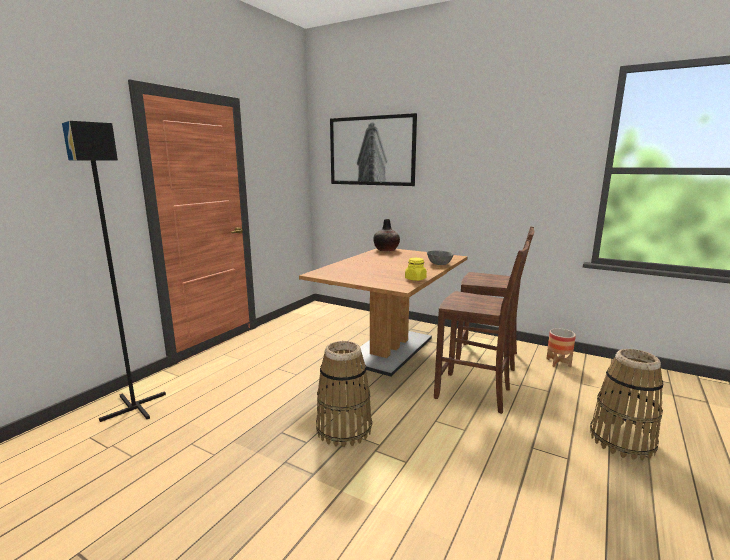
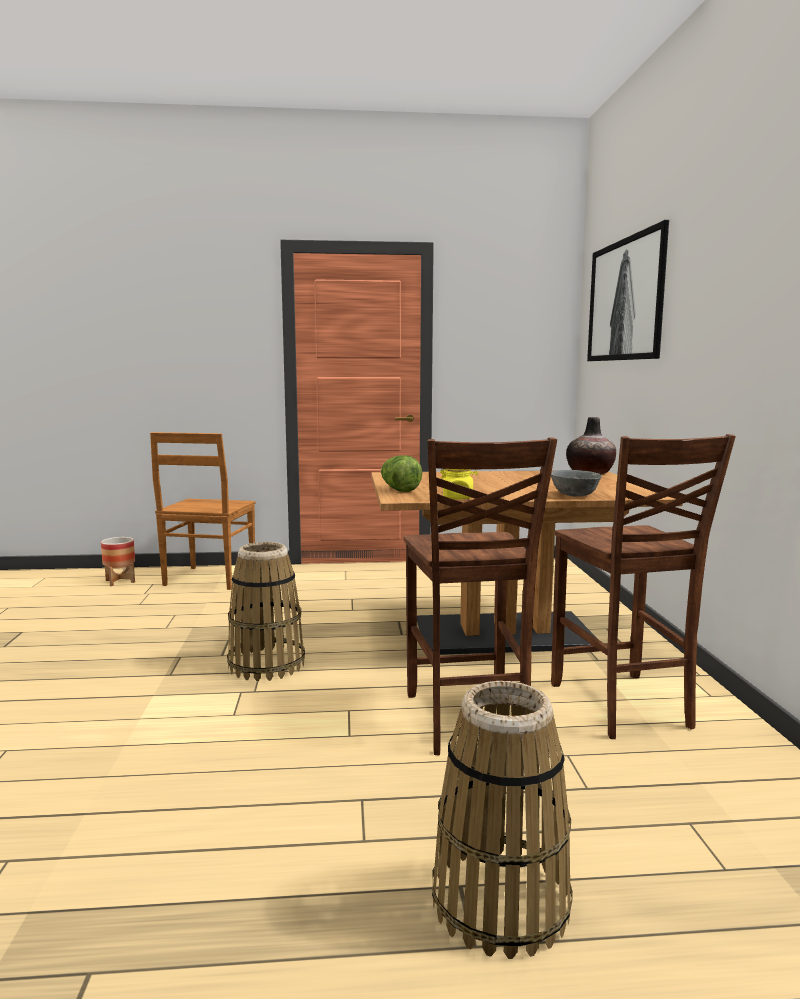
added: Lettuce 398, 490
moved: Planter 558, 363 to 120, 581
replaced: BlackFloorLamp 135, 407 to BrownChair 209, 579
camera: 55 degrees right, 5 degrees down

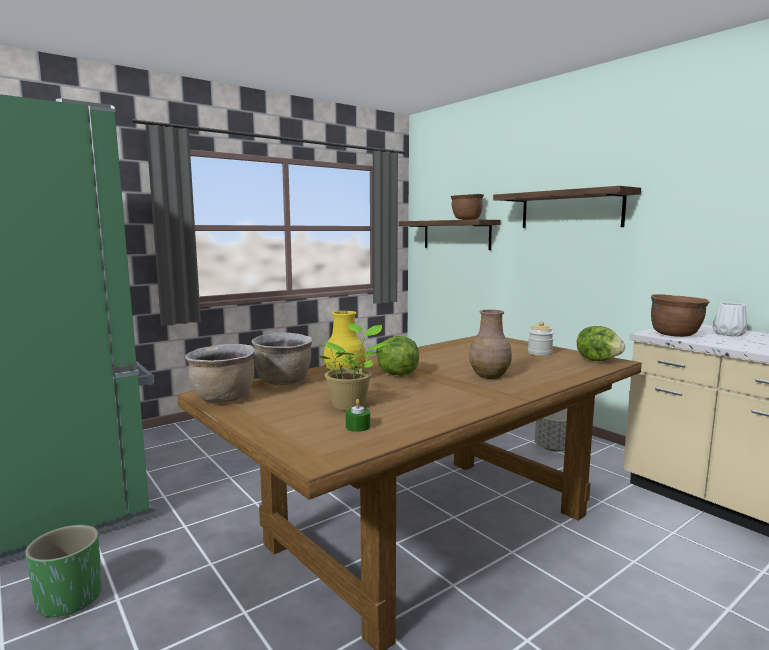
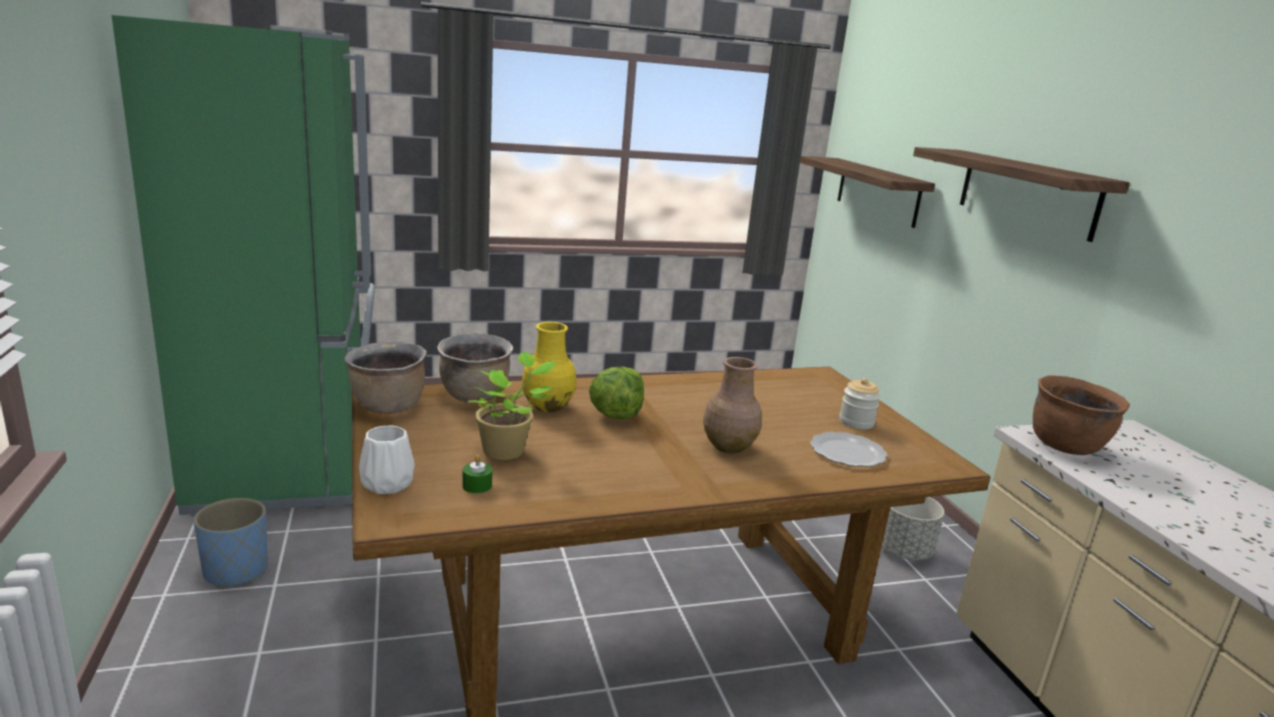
removed: BrownCookingPot 466, 219; Lettuce 598, 360
added: Plate 848, 453
moved: WhiteVase 728, 334 to 385, 484
recoloured: GreenPlanter 70, 599 to BluePlanter 236, 571
camera: 20 degrees right, 10 degrees up

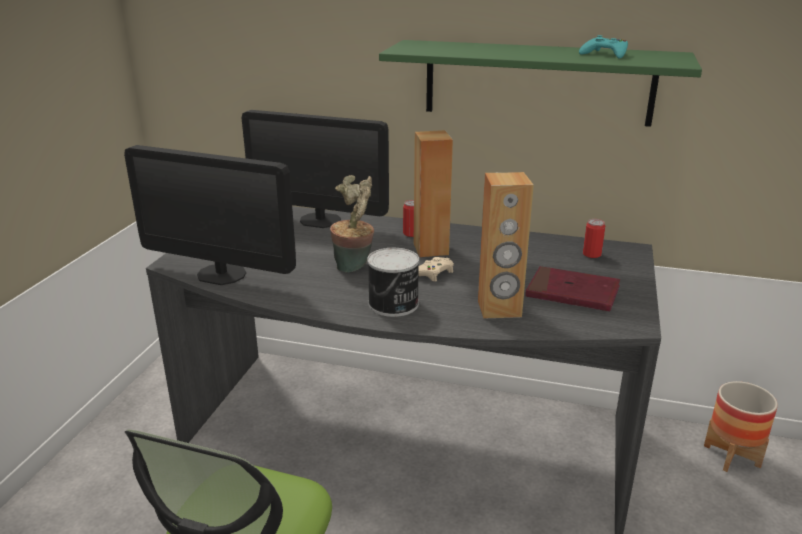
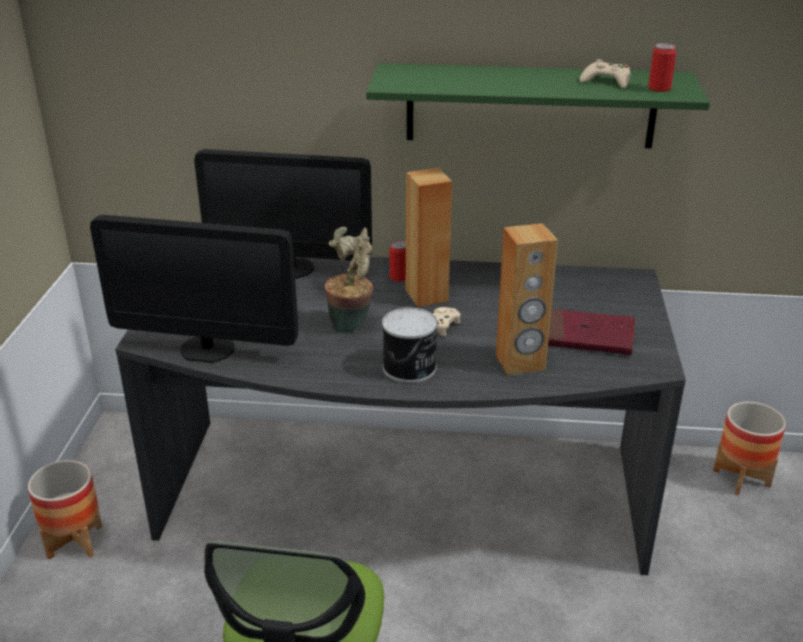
added: Planter 75, 541
moved: Can 591, 254 to 659, 88
recoloured: TurquoiseGameController 605, 54 to BeigeGameController 606, 81
camera: 10 degrees left, 5 degrees up

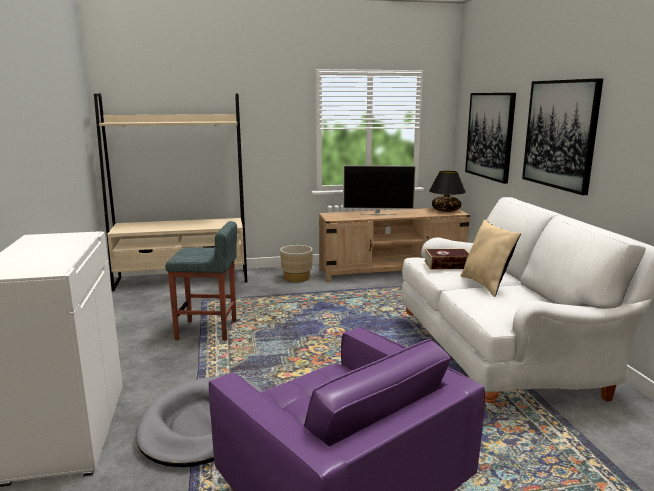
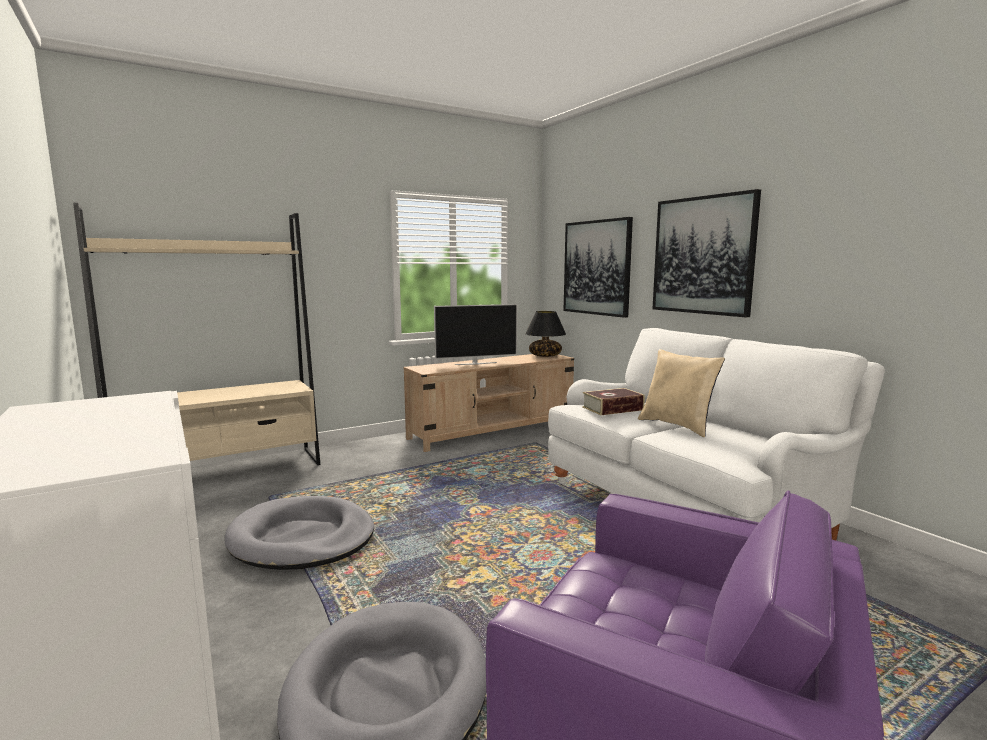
removed: BeigePlanter 296, 278
replaced: GreyStool 207, 331 to GreyDogBed 302, 538
camera: 20 degrees left, 5 degrees down

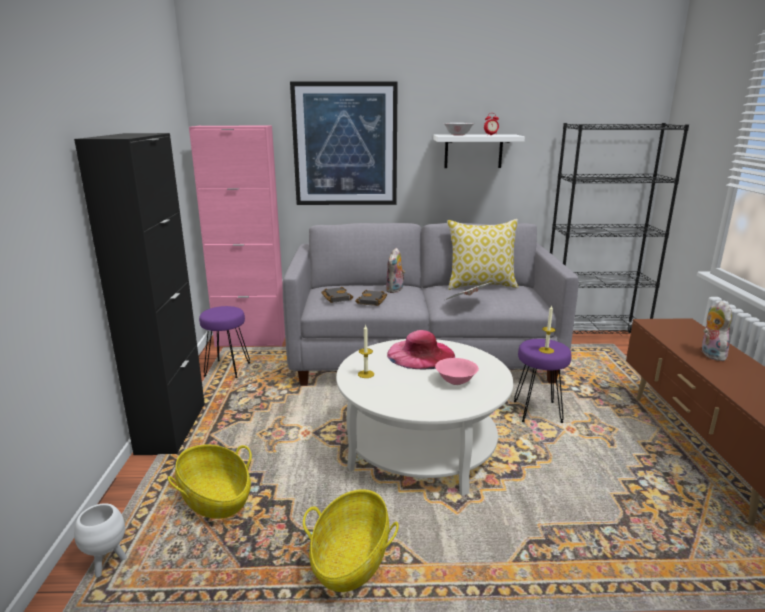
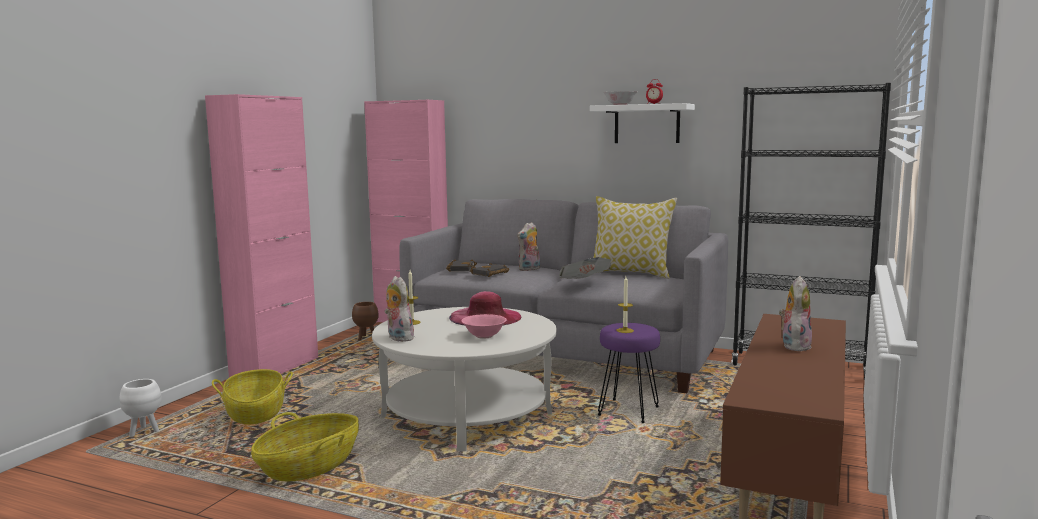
removed: Picture 345, 145
added: PlushToy 398, 338
replaced: PurpleStool 228, 369 to BrownPlanter 366, 338
recoloured: BlackCabinet 172, 428 to PinkCabinet 275, 368
camera: 25 degrees right, 10 degrees down

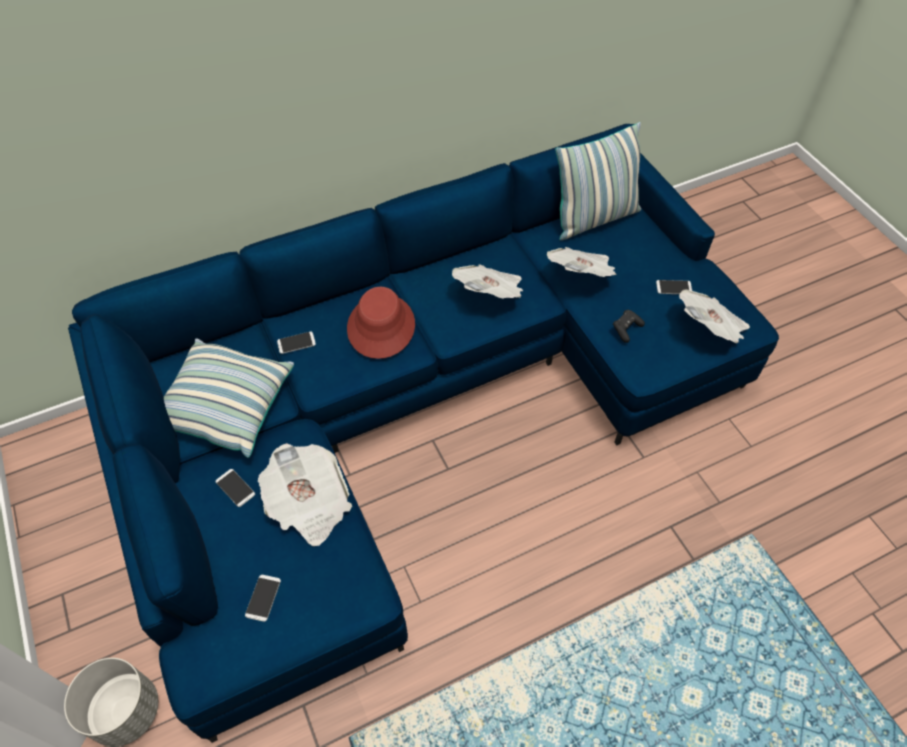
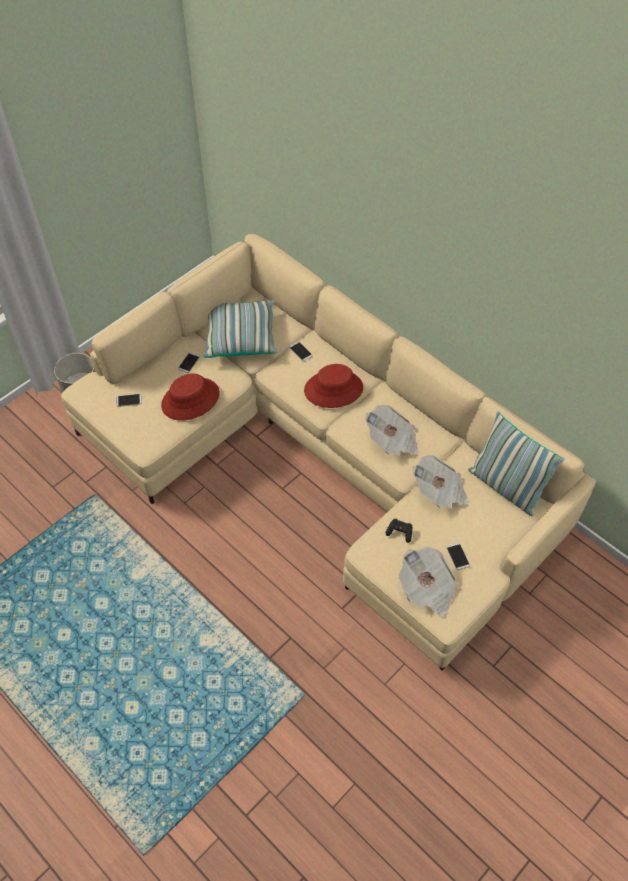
replaced: Newspaper 309, 504 to RedHat 190, 400
recoloured: BlueSofa 417, 408 to BeigeSofa 322, 455
camera: 70 degrees right, 0 degrees up

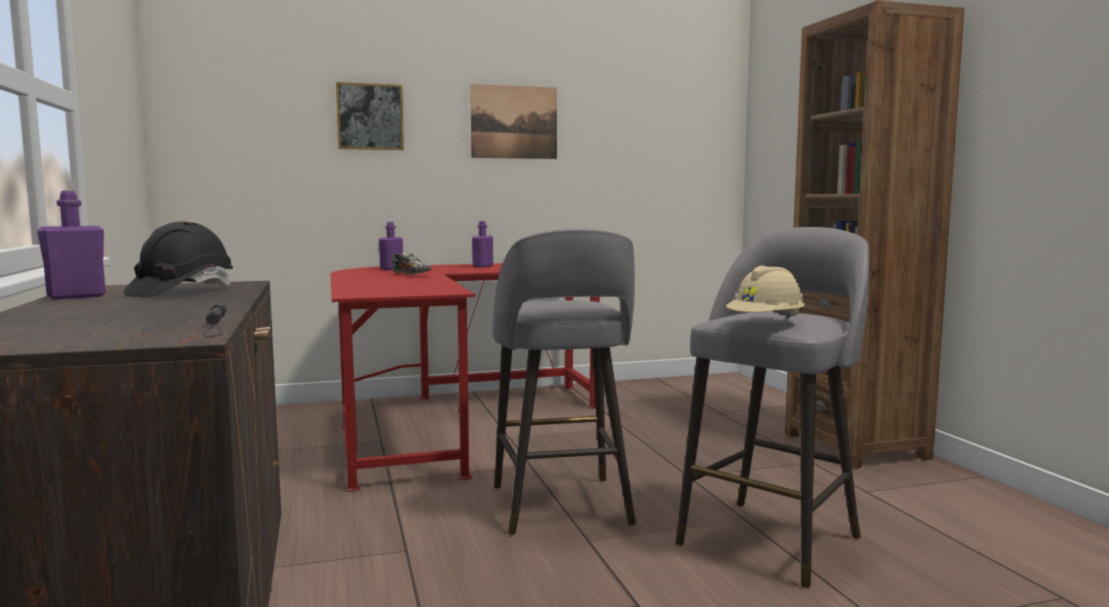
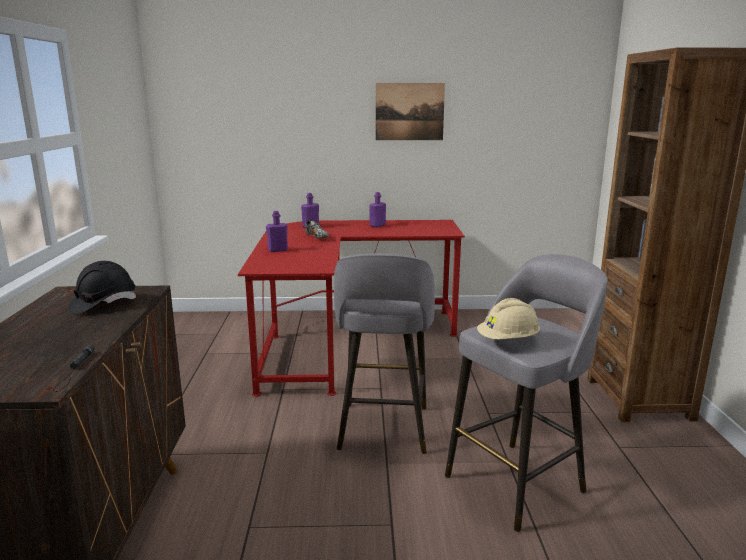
removed: Picture 370, 117
moved: PurpleBottle 76, 296 to 277, 250
camera: 15 degrees right, 10 degrees up

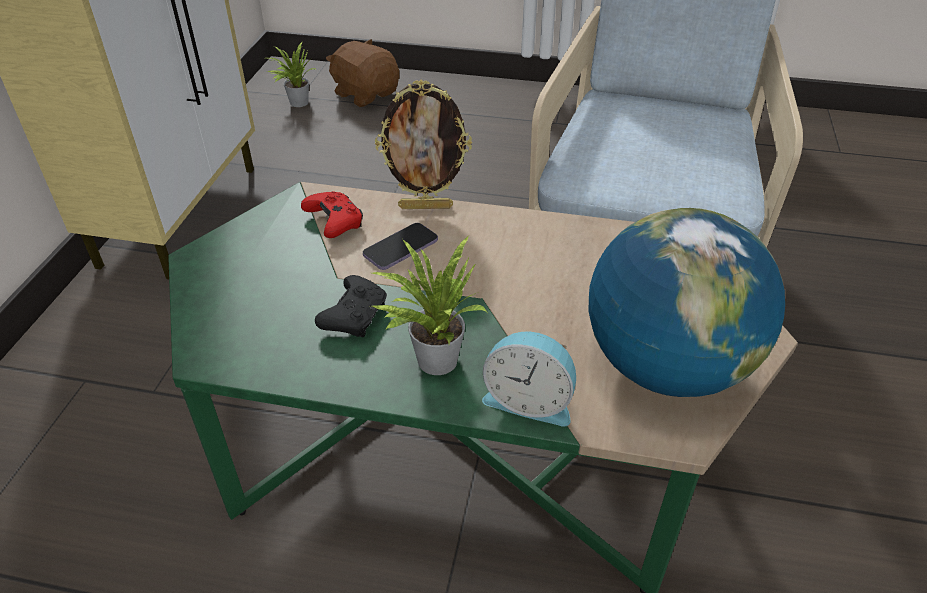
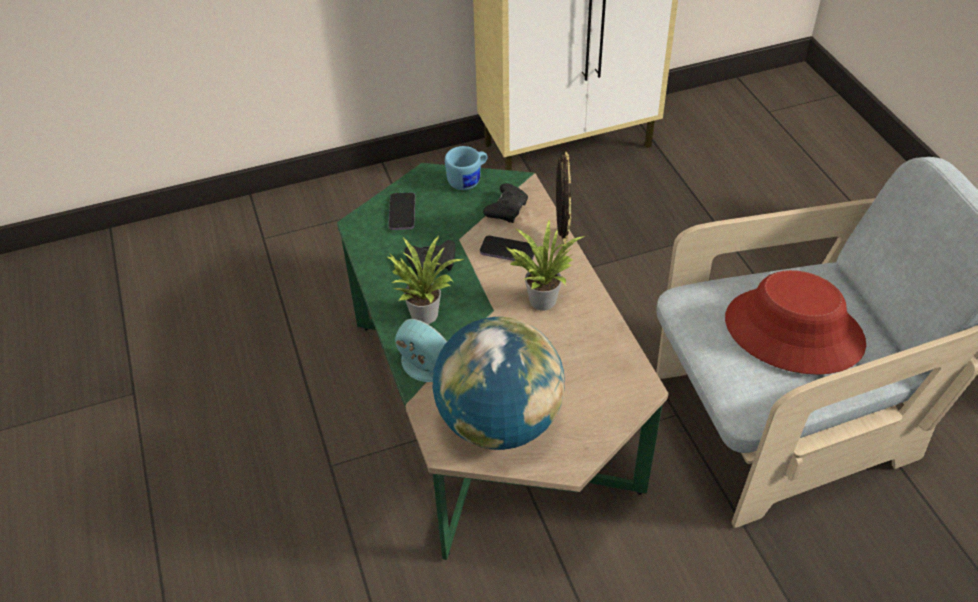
removed: BrownPlushToy 366, 94
added: Phone 402, 213; BlueMug 468, 180; RedHat 793, 332
moved: PottedPlant 296, 102 to 540, 298
recoloured: RedGameController 335, 222 to BlackGameController 507, 210
turned: PictureFrame 426, 206 = 561, 241 150 degrees counterclockwise; AlarmClock 529, 400 = 422, 368 135 degrees clockwise
camera: 60 degrees right, 5 degrees up

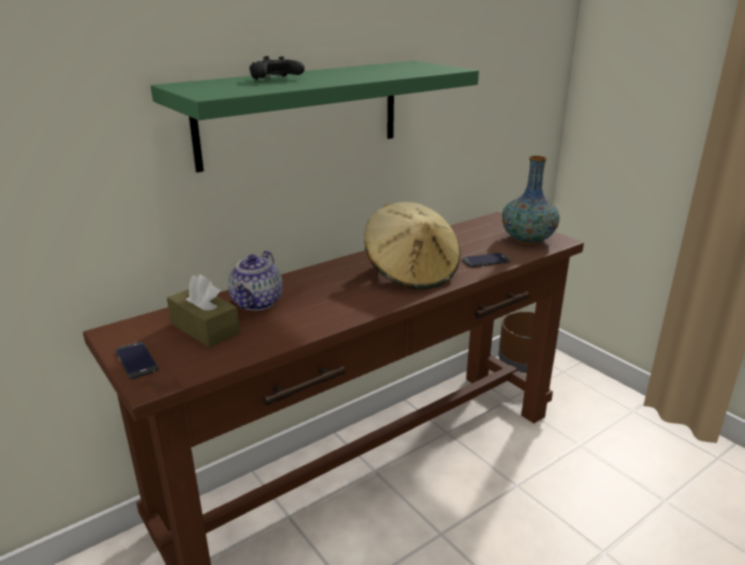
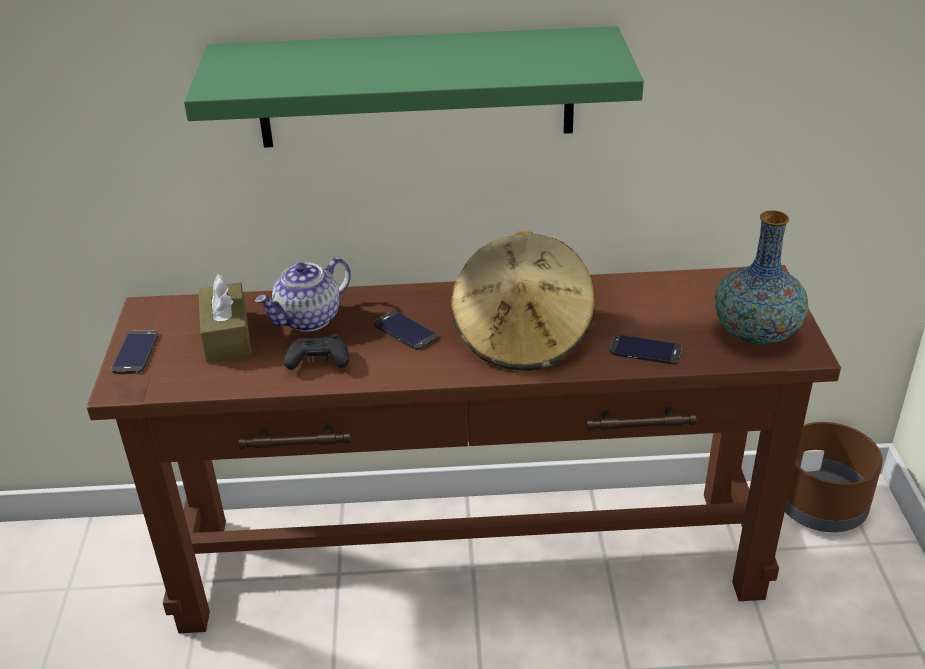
added: Phone 405, 331
moved: BlackGameController 275, 79 to 319, 362
camera: 35 degrees right, 10 degrees up

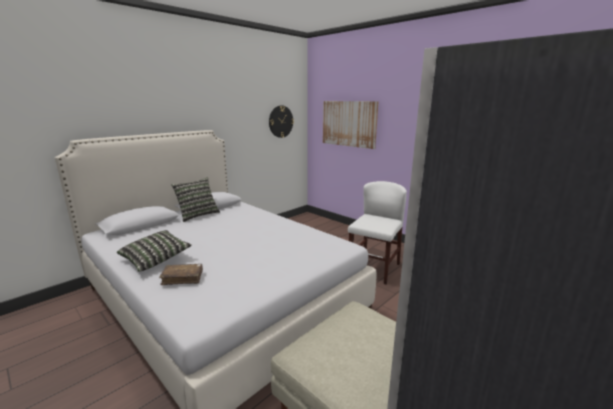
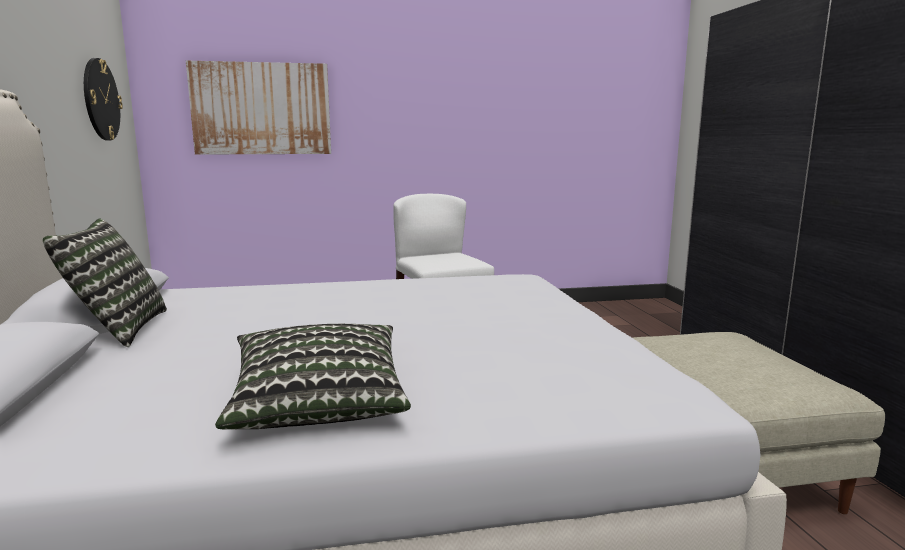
removed: BrownBook 182, 278
camera: 55 degrees left, 5 degrees down

